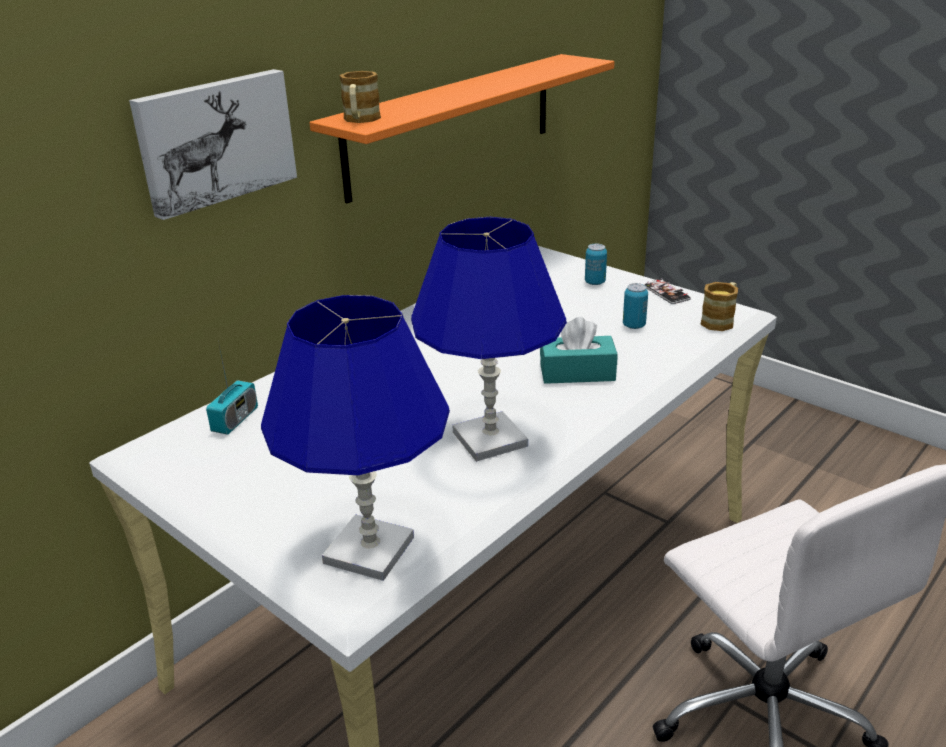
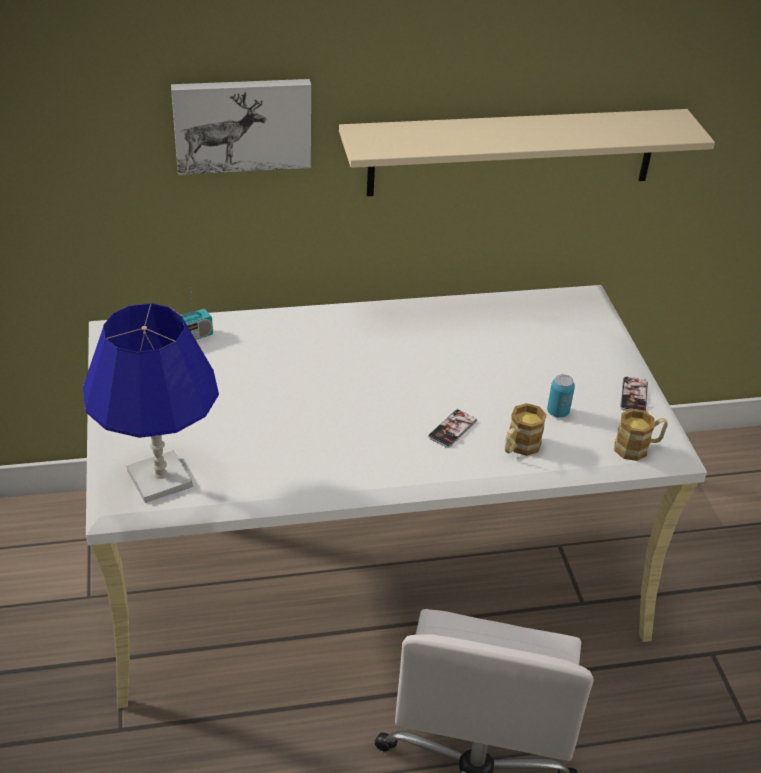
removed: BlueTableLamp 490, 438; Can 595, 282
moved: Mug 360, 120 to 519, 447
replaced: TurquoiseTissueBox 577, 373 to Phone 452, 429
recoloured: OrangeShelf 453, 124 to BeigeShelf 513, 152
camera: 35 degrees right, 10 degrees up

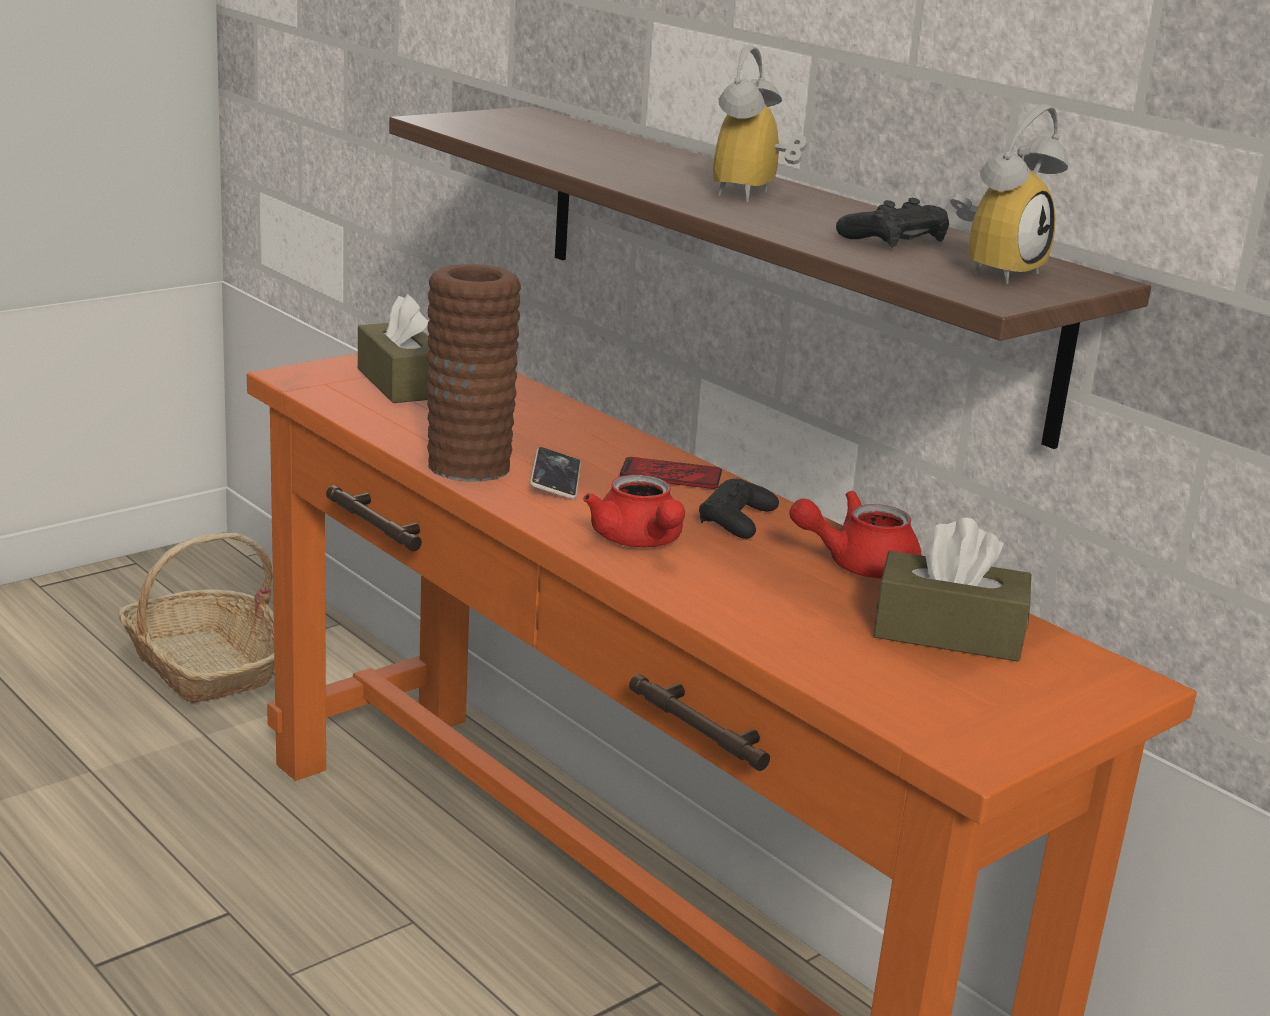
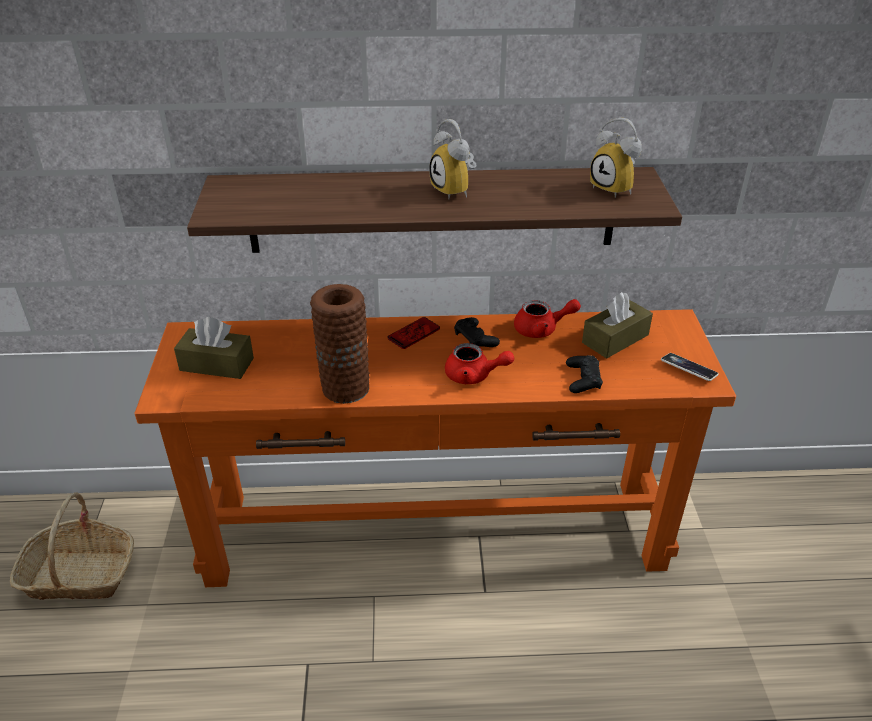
moved: Phone 555, 479 to 688, 369; BlackGameController 894, 239 to 583, 379
turned: RedTeapot 857, 564 = 542, 329 120 degrees counterclockwise; AlarmClock 994, 270 = 616, 188 150 degrees clockwise
camera: 50 degrees left, 15 degrees up

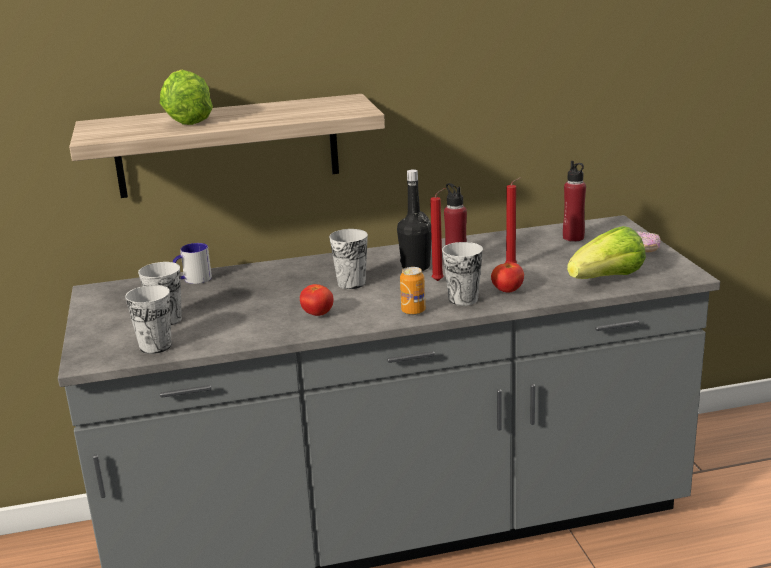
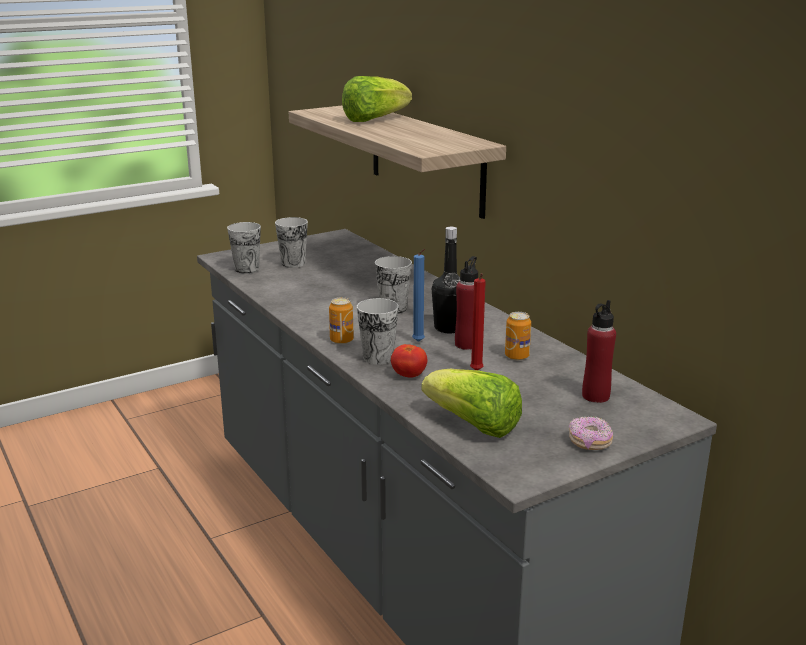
removed: Mug 193, 280; Tomato 317, 314
added: Can 517, 356
recoloured: RedCandle 439, 281 to BlueCandle 419, 342
camera: 70 degrees right, 0 degrees up

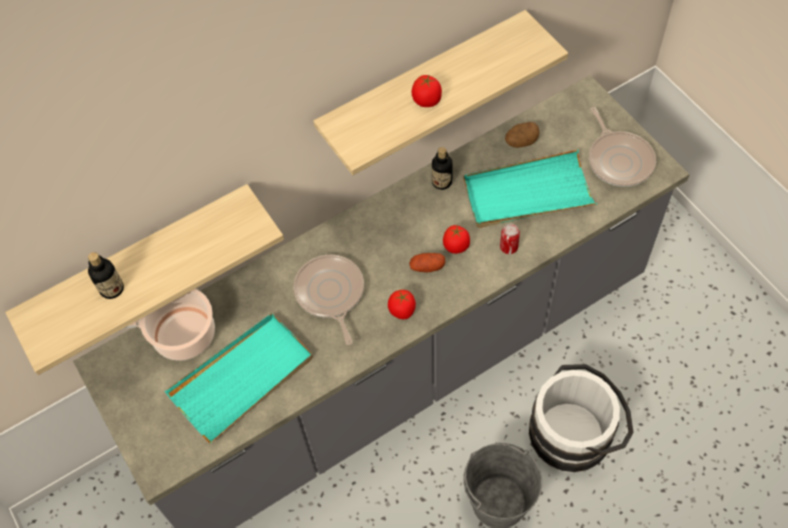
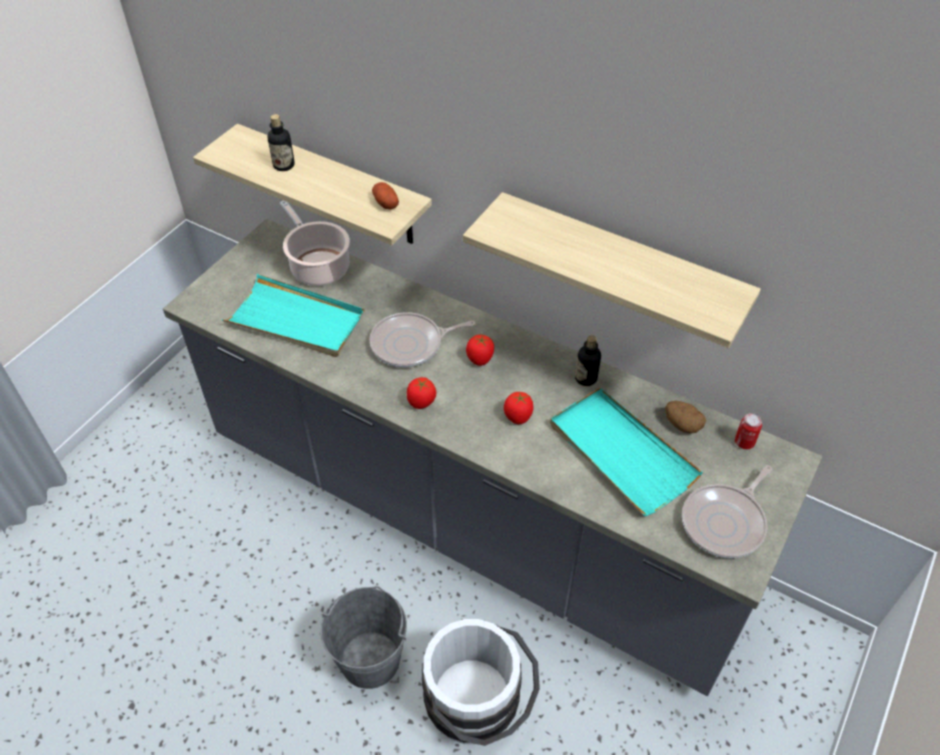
moved: Potato 427, 267 to 385, 203; Tomato 427, 101 to 480, 359; Can 508, 247 to 744, 442
turned: FryingPan 330, 294 = 410, 344 150 degrees counterclockwise
camera: 60 degrees right, 10 degrees down

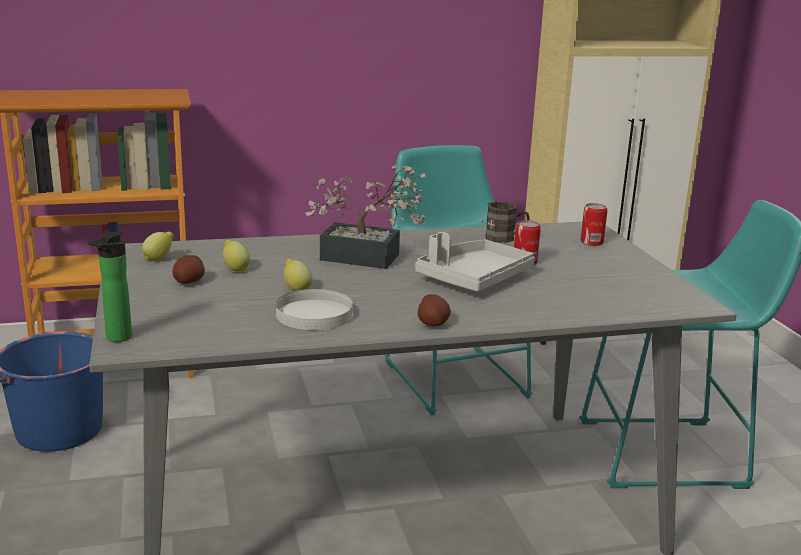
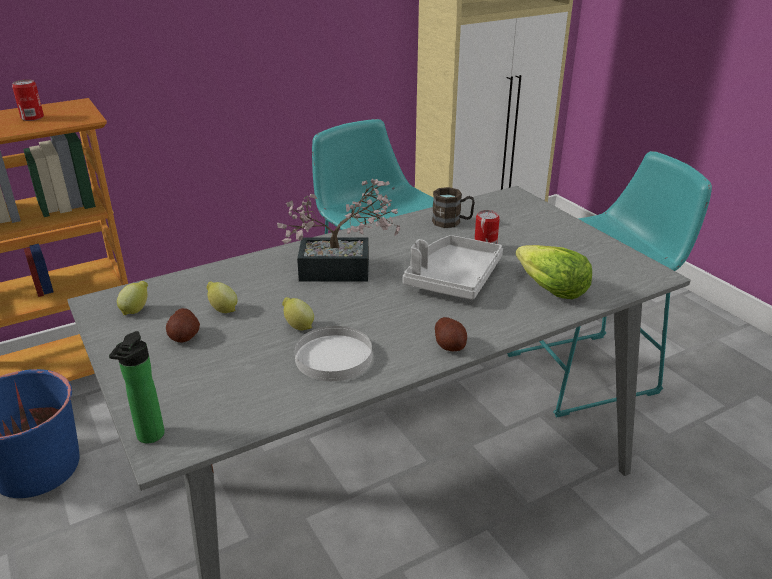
added: Lettuce 550, 289
moved: Can 591, 242 to 32, 117
camera: 15 degrees left, 10 degrees up

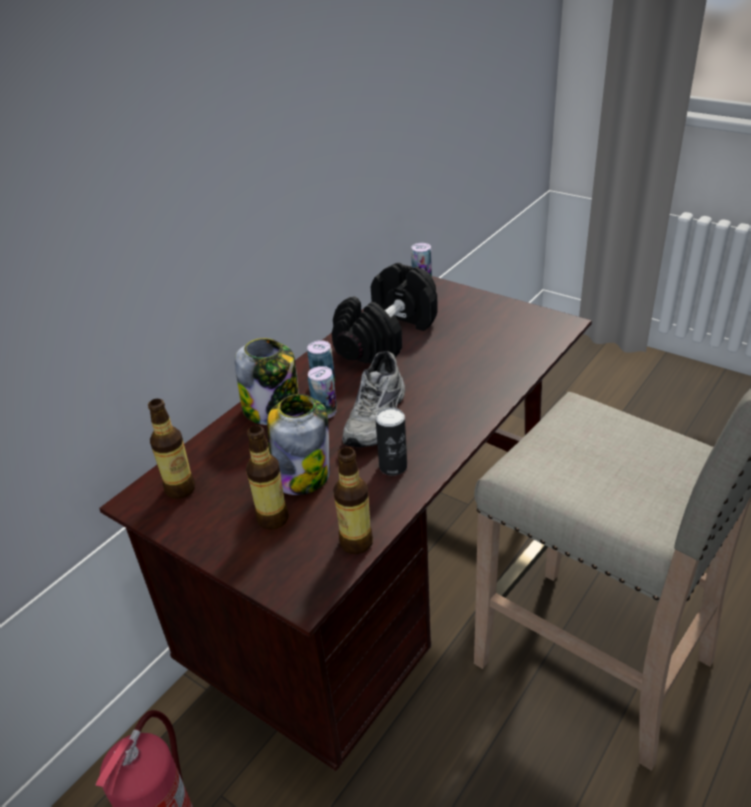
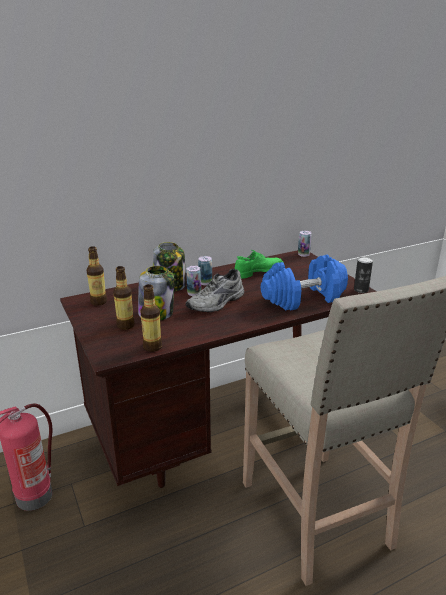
added: BlueDumbbell 303, 298
moved: Can 393, 466 to 361, 290
replaced: BlackDumbbell 387, 336 to GreenShoe 258, 272
camera: 25 degrees right, 10 degrees down

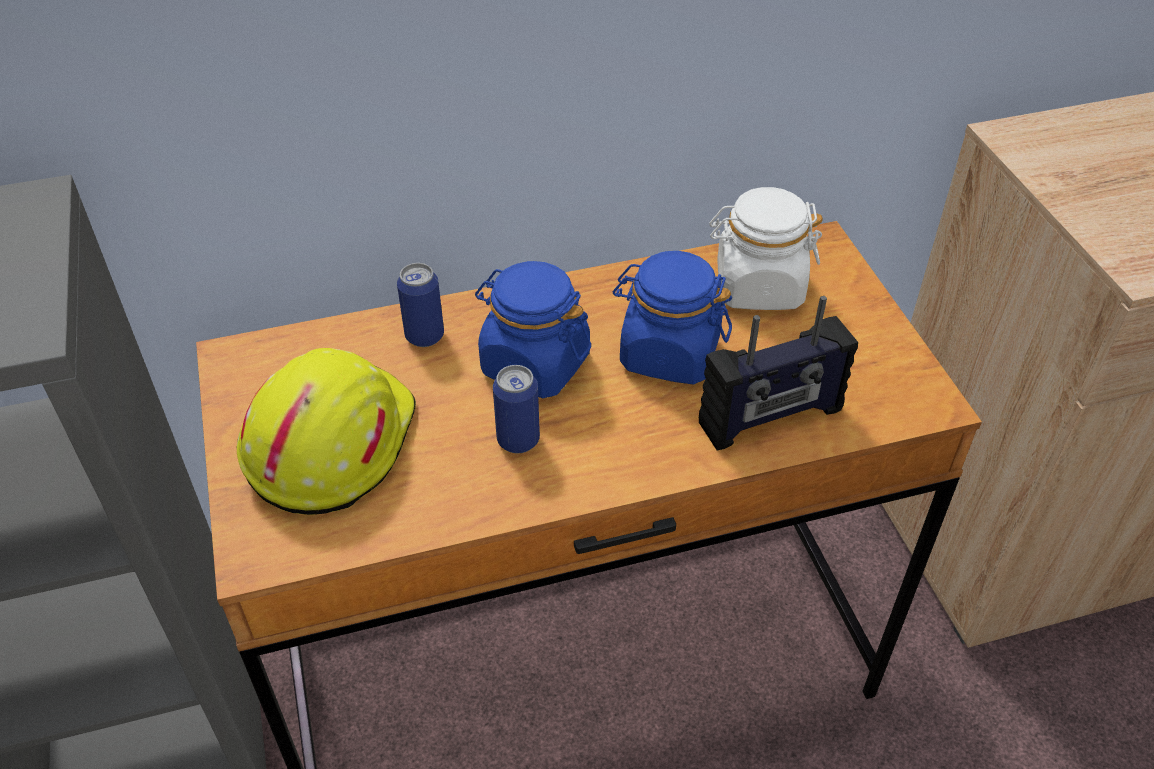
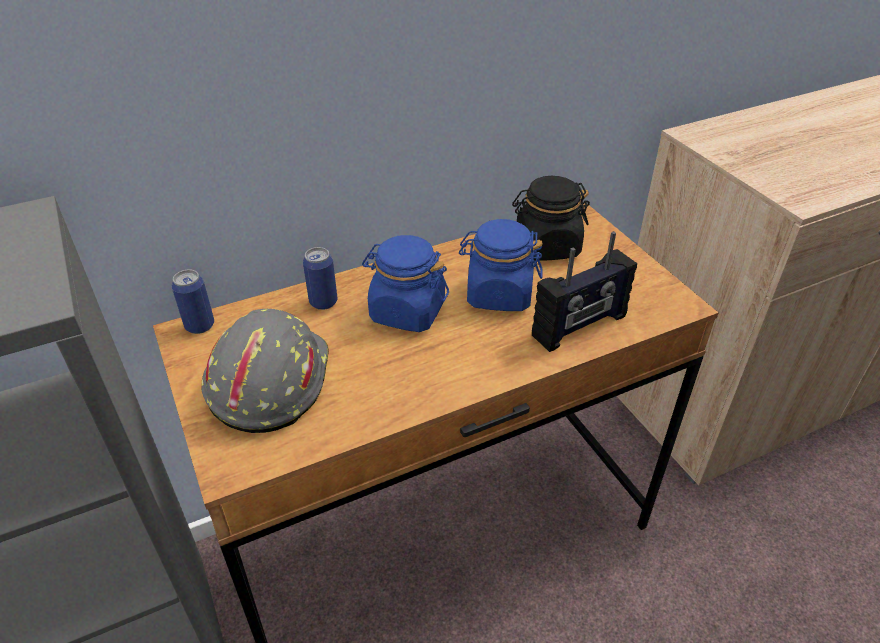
moved: Can 518, 440 to 200, 325
recoloured: YellowHardHat 329, 442 to GreyHardHat 268, 381; WhiteJar 758, 287 to BlackJar 546, 246
camera: 10 degrees left, 5 degrees down

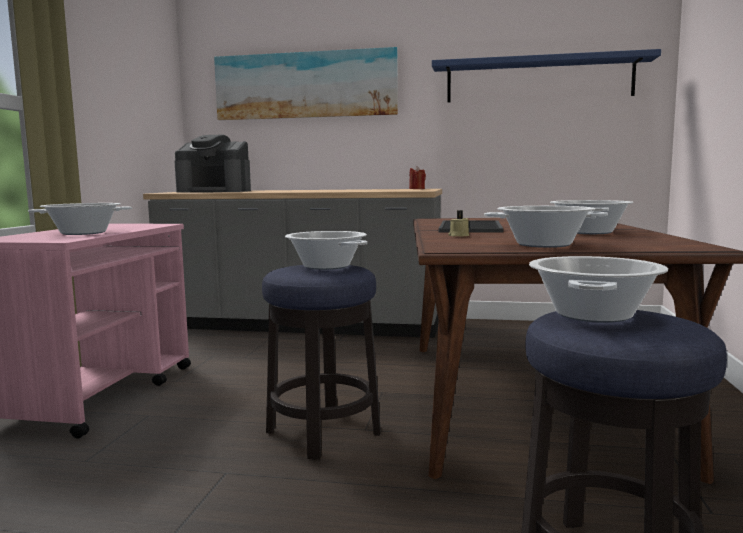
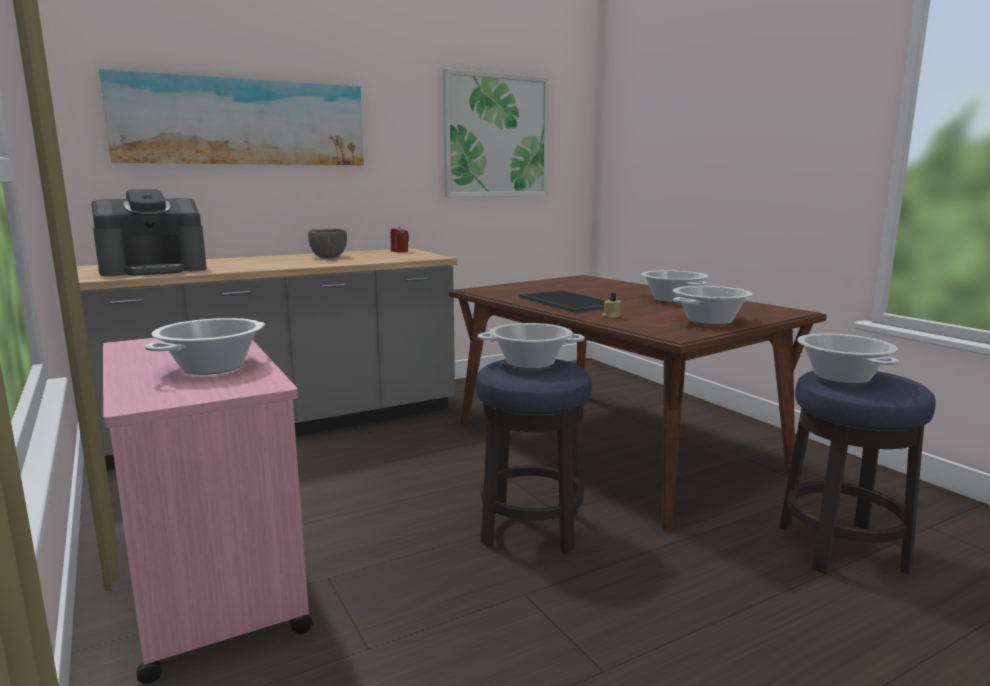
added: GreyBowl 328, 257
replaced: BlueShelf 538, 80 to Picture 496, 136
camera: 40 degrees left, 5 degrees up

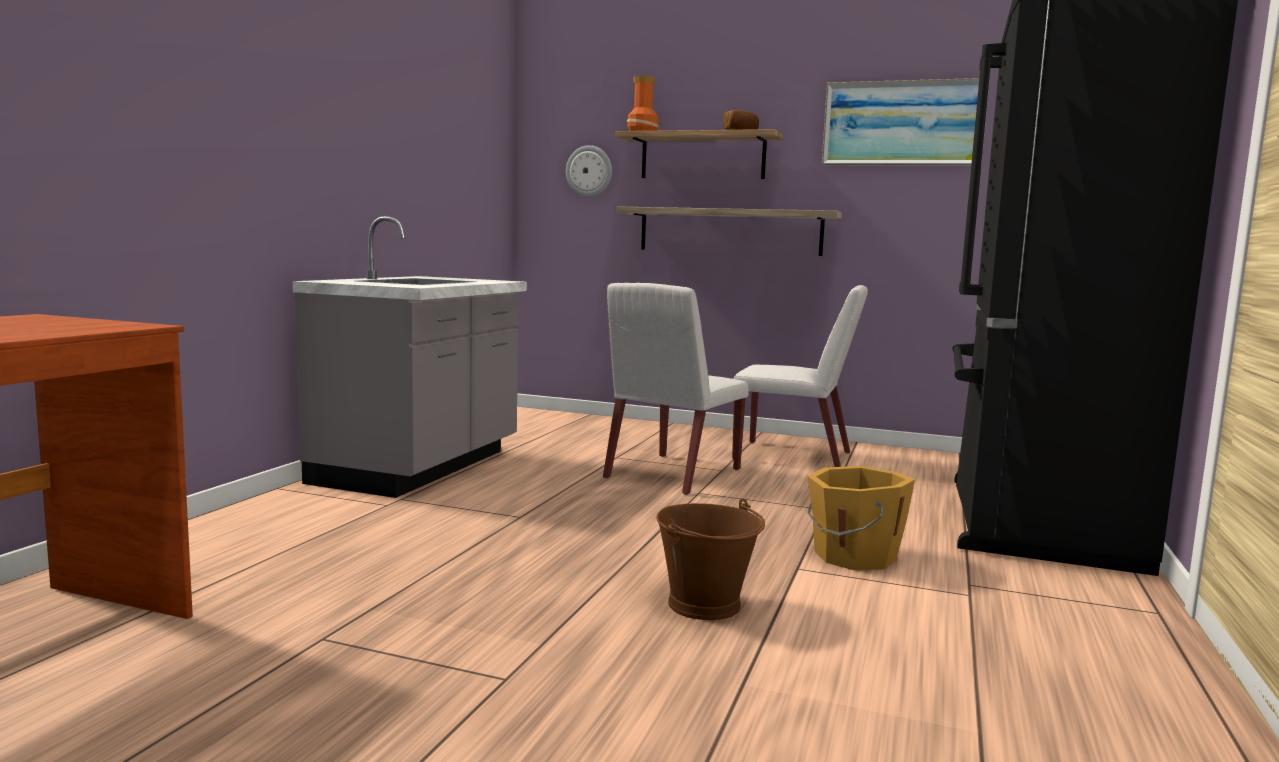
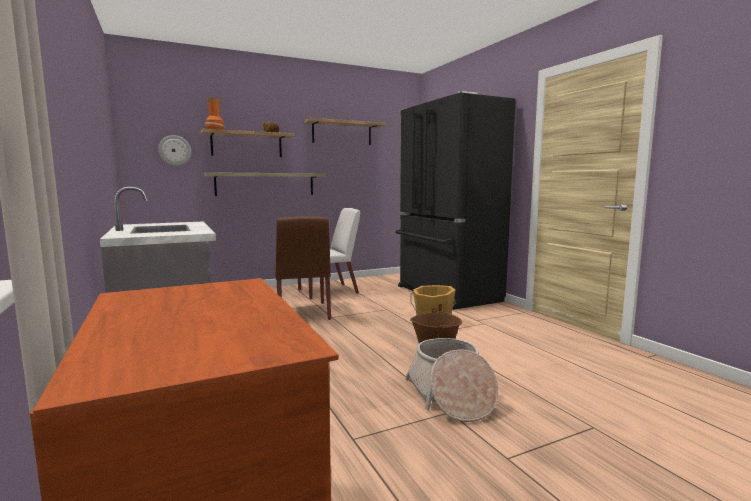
added: Basket 450, 396
replaced: Picture 902, 124 to Shelf 342, 133
recoloured: WhiteChair 672, 474 to BrownChair 303, 313
camera: 45 degrees left, 0 degrees up

